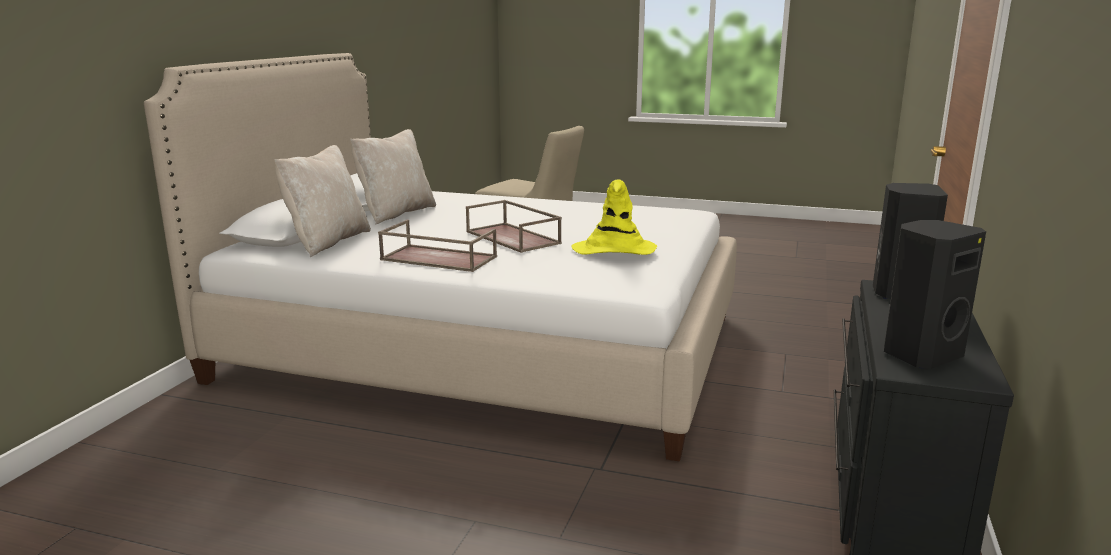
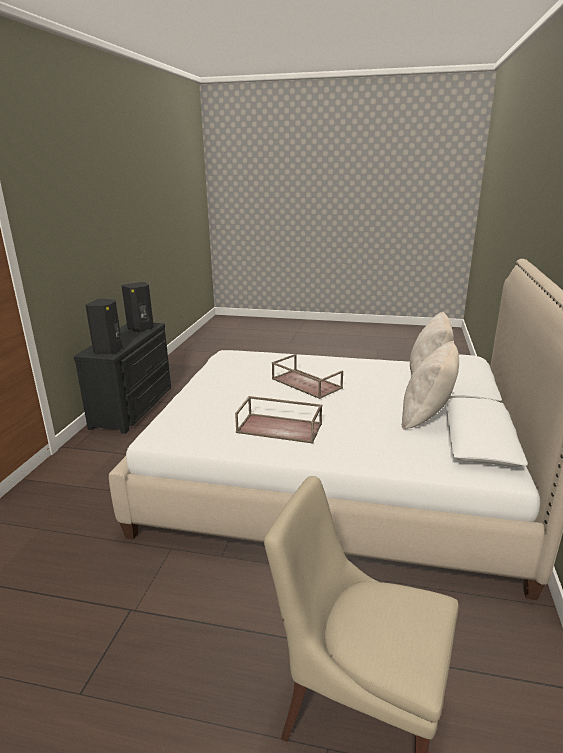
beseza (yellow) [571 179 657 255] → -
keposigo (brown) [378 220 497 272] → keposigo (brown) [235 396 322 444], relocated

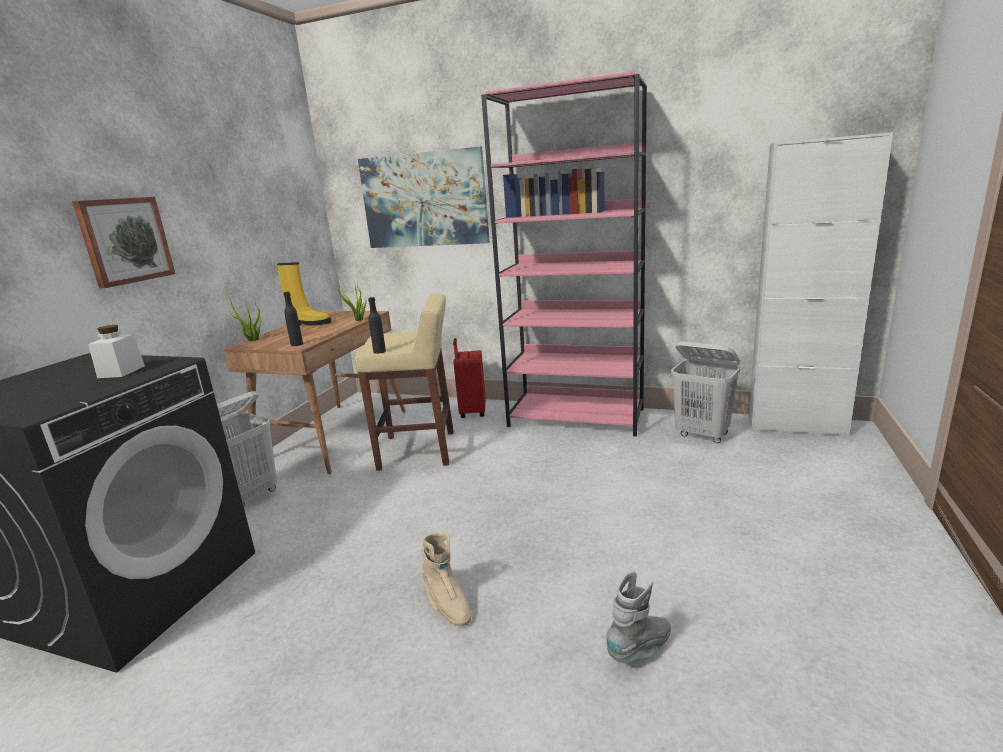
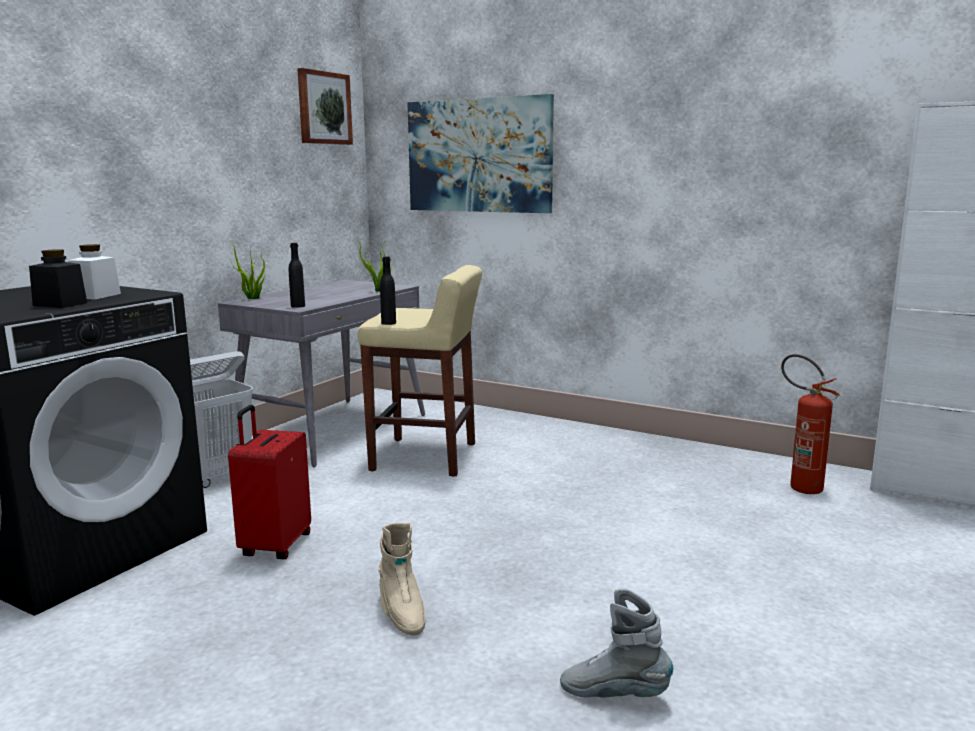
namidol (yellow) [277 262 331 326] → -
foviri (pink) [481 71 647 436] → -
- → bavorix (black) [29 249 87 308]
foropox [72 197 175 288] → foropox [297 68 353 145], relocated
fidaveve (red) [453 338 486 418] → fidaveve (red) [228 405 311 559], relocated
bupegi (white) [671 342 740 443] → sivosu [781 354 840 494]
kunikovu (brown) [224 311 406 474] → kunikovu (grey) [218 280 425 467]
namidol (grey) [605 571 671 663] → namidol (grey) [560 588 673 698], 135 degrees counterclockwise

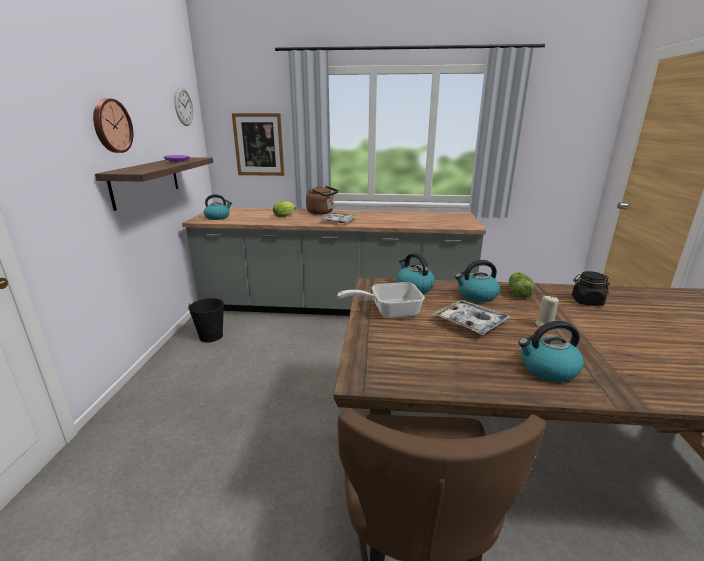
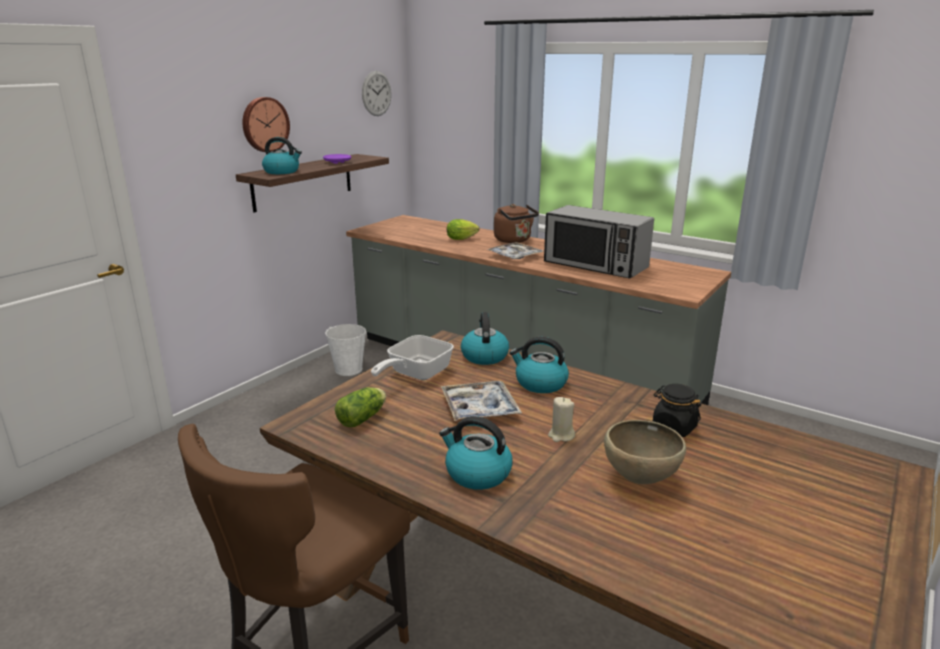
foropox [232 113 284 176] → -
- → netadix [544 205 654 279]
- → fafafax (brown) [604 420 686 484]
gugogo [204 194 232 220] → gugogo [262 137 302 174], relocated
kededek [509 272 535 299] → kededek [335 387 386 427], relocated
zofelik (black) [188 298 224 342] → zofelik (white) [325 324 366 376]
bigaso [337 282 425 318] → bigaso [371 335 454 380], 75 degrees counterclockwise

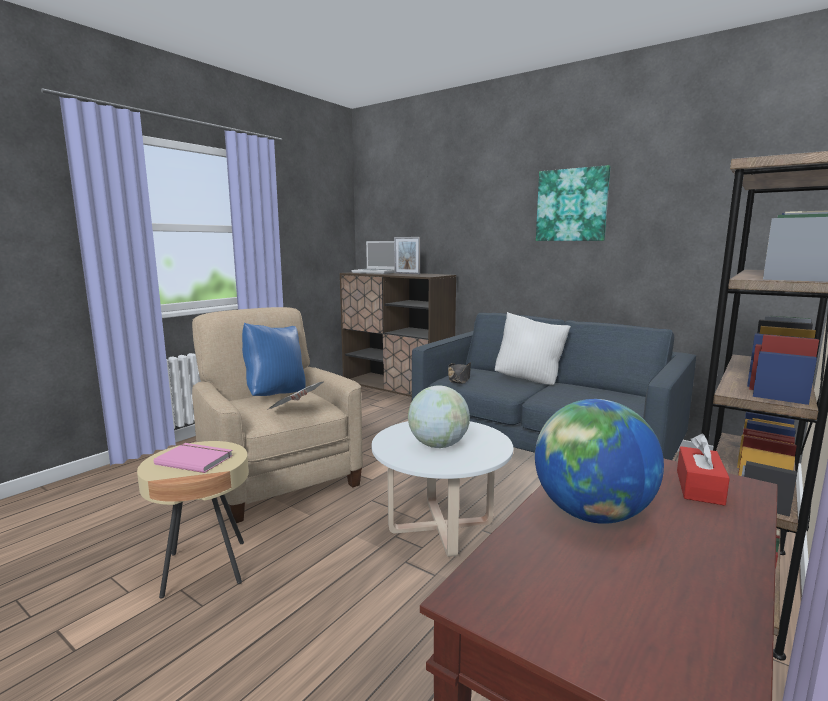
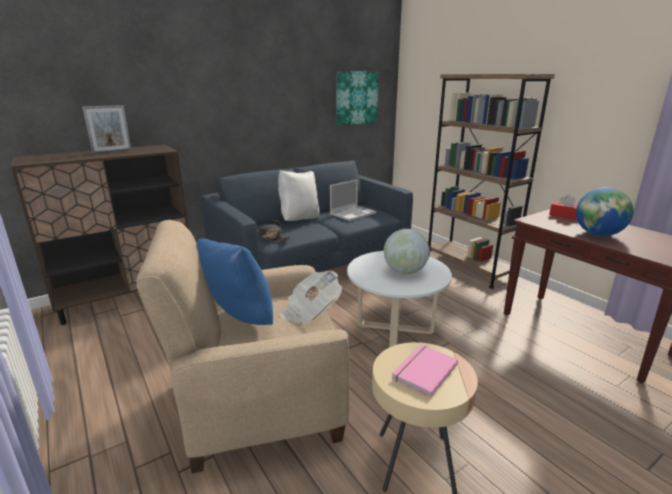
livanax [352 241 395 274] → livanax [330 179 376 221], relocated
foropox [536 165 610 241] → foropox [337 71 379 125], relocated

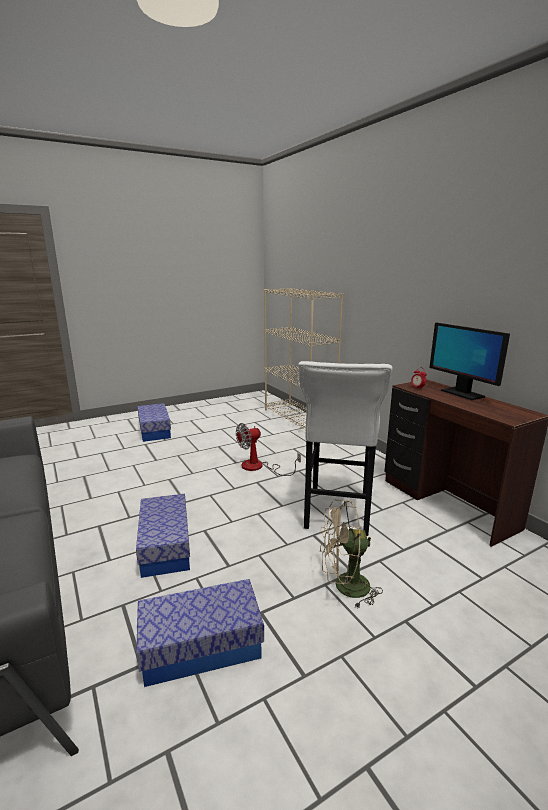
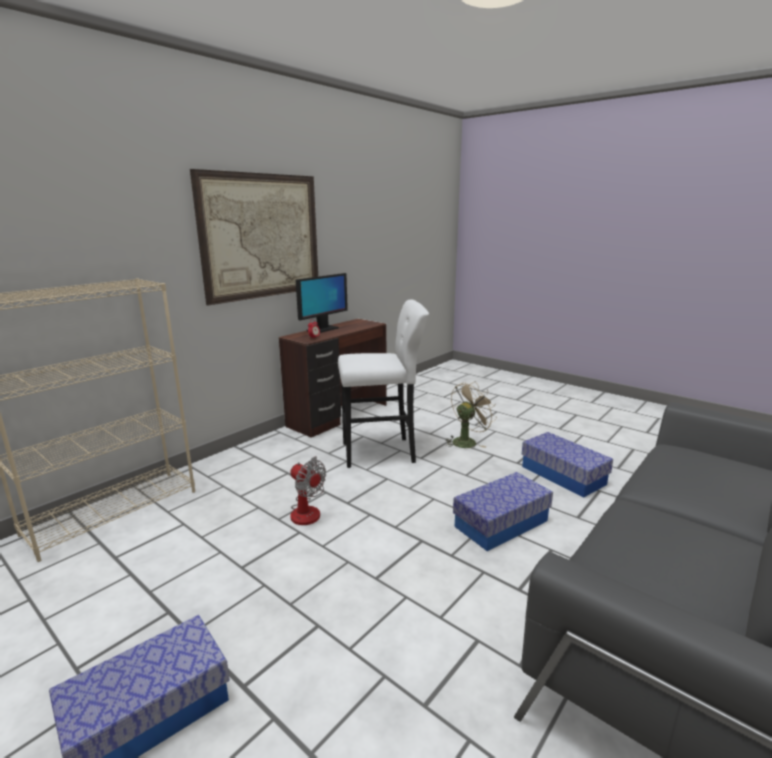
- → foropox [190 169 318 306]
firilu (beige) [319 500 383 609] → firilu (beige) [445 381 497 448], 105 degrees counterclockwise

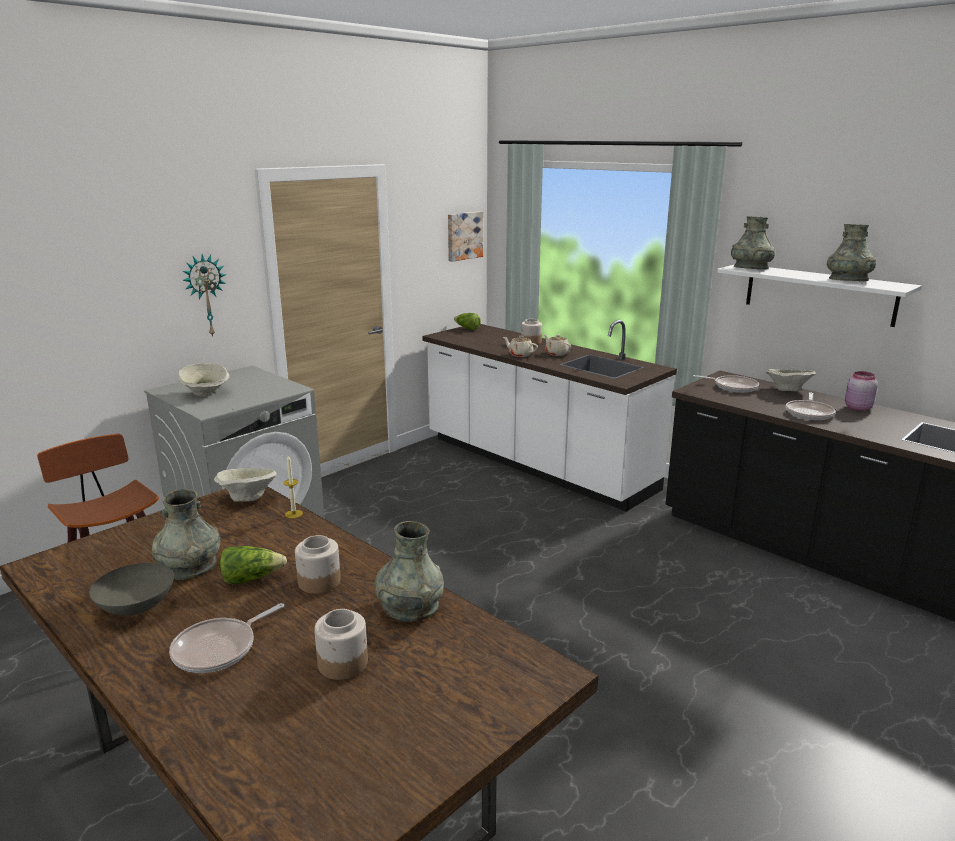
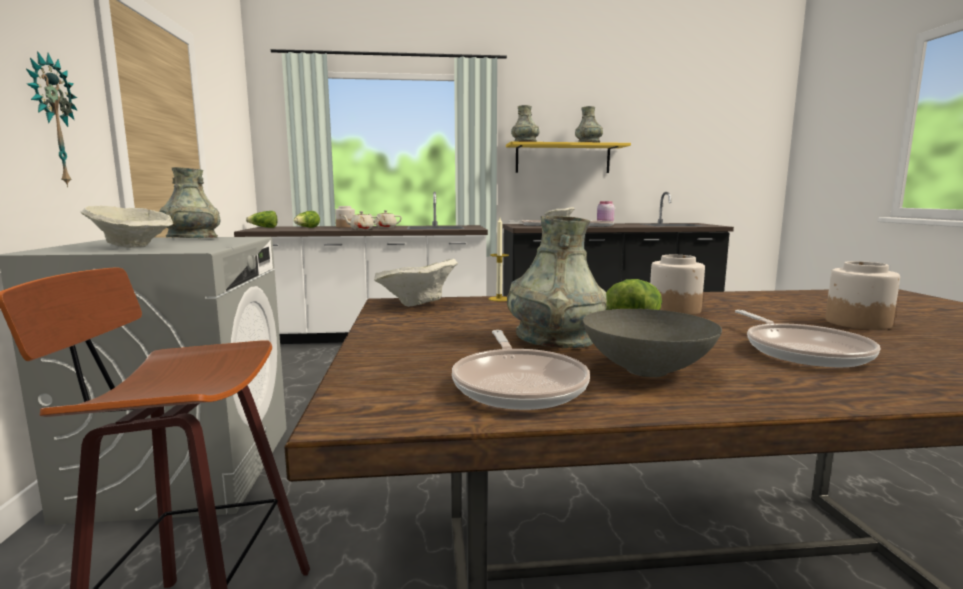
foropox [448 211 483 262] → -
- → kededek [293 211 320 228]
- → bigaso [452 330 590 410]
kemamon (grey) [375 521 444 622] → kemamon (grey) [159 167 221 238], relocated
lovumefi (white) [717 264 922 327] → lovumefi (yellow) [506 142 631 173]

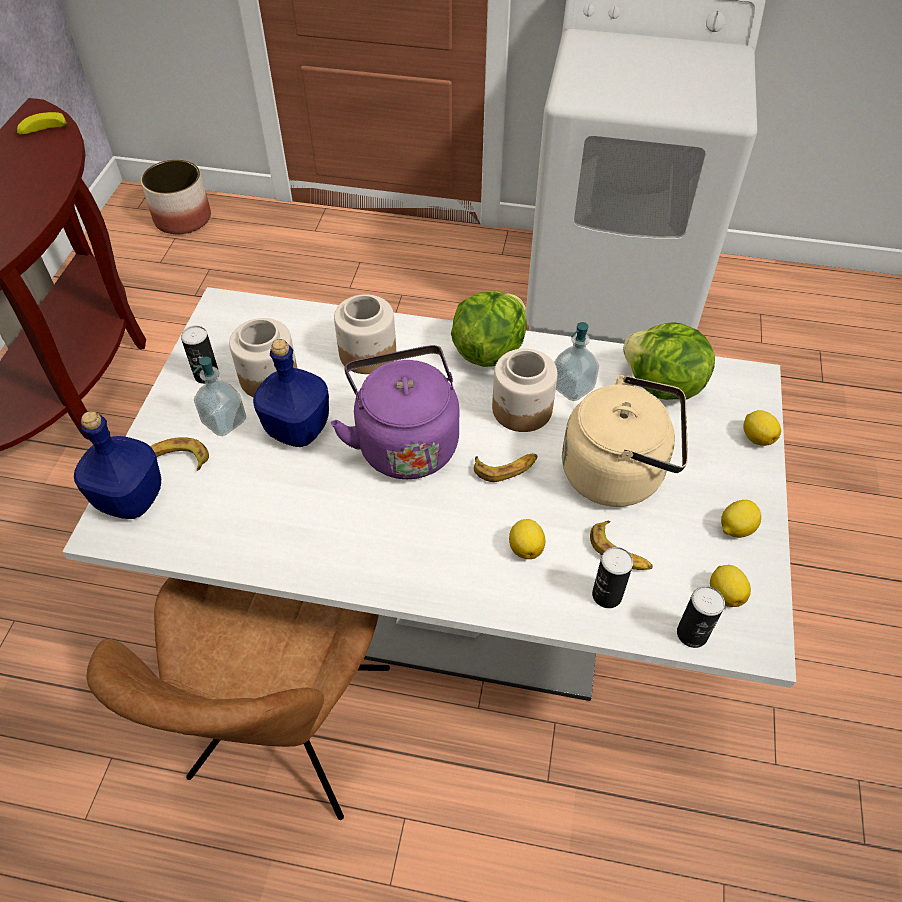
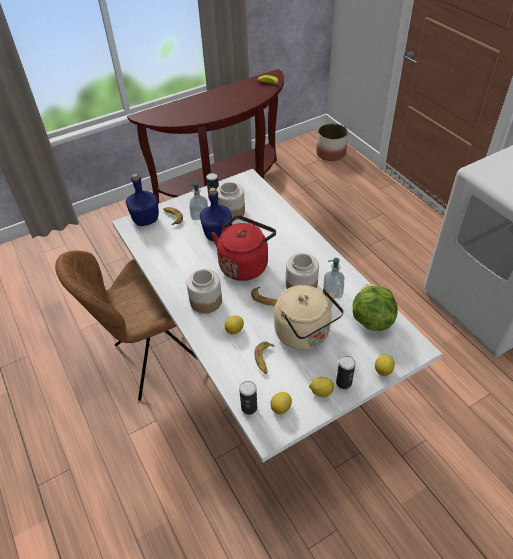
kededek [451 291 527 367] → -
bavorix [334 294 396 374] → bavorix [186 269 222 314], relocated
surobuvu [592 547 633 608] → surobuvu [336 356 356 389], relocated
gugogo (purple) [331 345 459 479] → gugogo (red) [211 215 276 281]

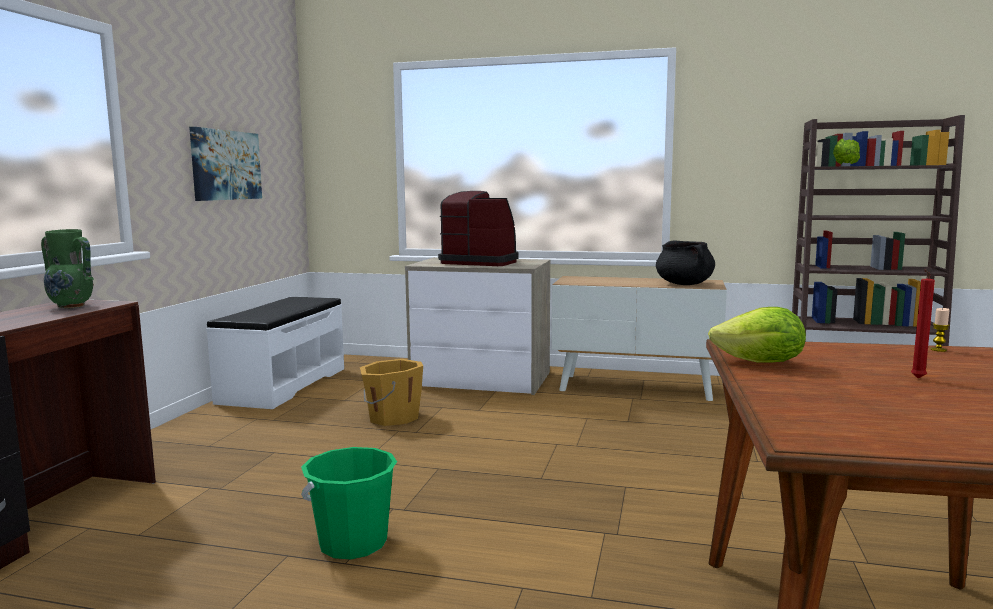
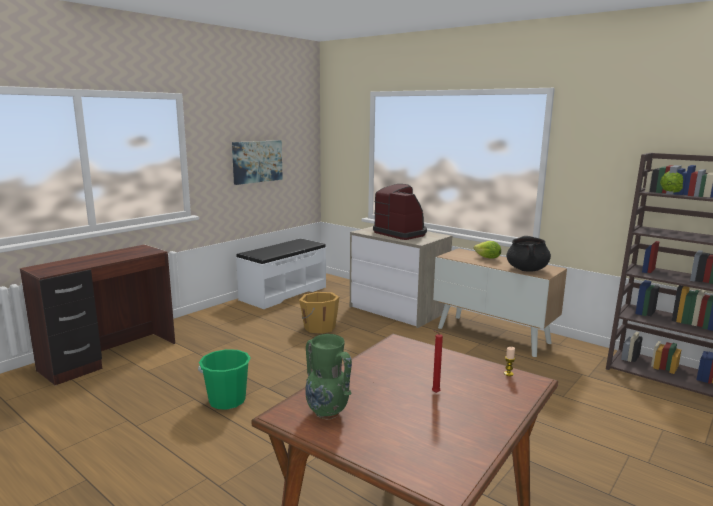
kemamon (green) [41 229 94 309] → kemamon (green) [305 334 352 419], relocated
kededek [708 307 806 362] → kededek [474 241 501 259], relocated

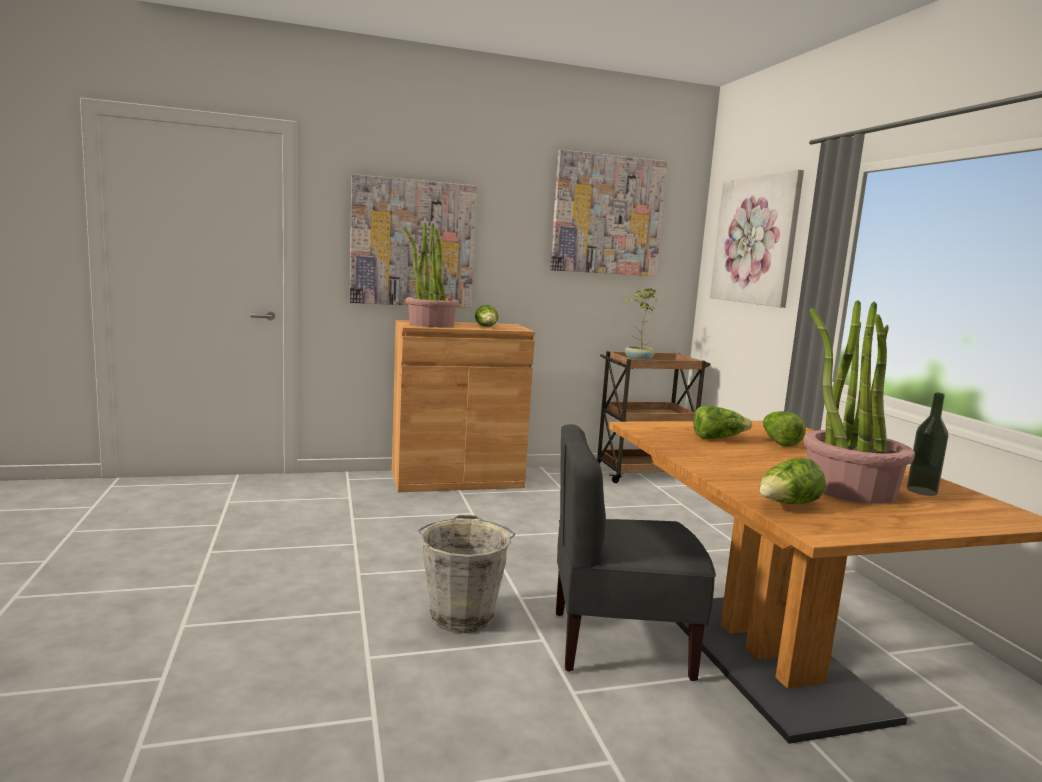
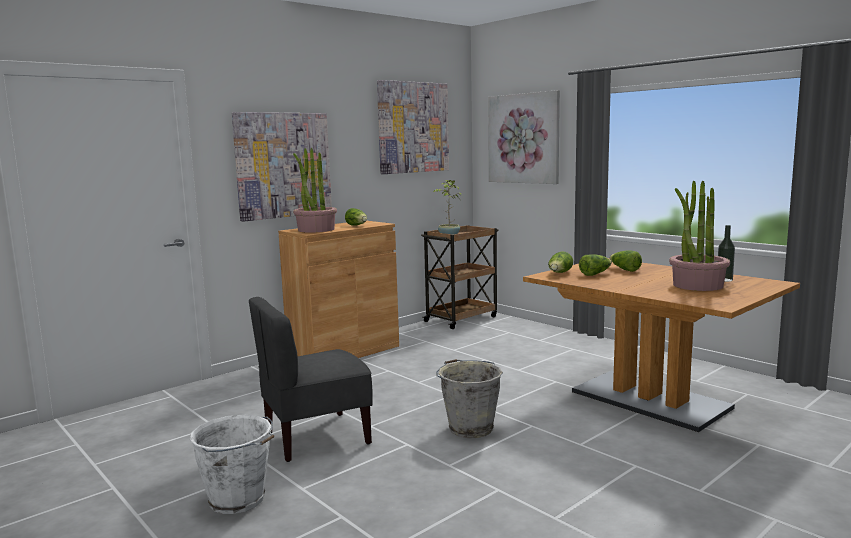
- → zofelik (white) [190 415 274 514]
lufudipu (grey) [556 424 716 681] → lufudipu (grey) [249 297 373 462], relocated
kededek [760 458 826 504] → kededek [548 251 573 273], relocated

